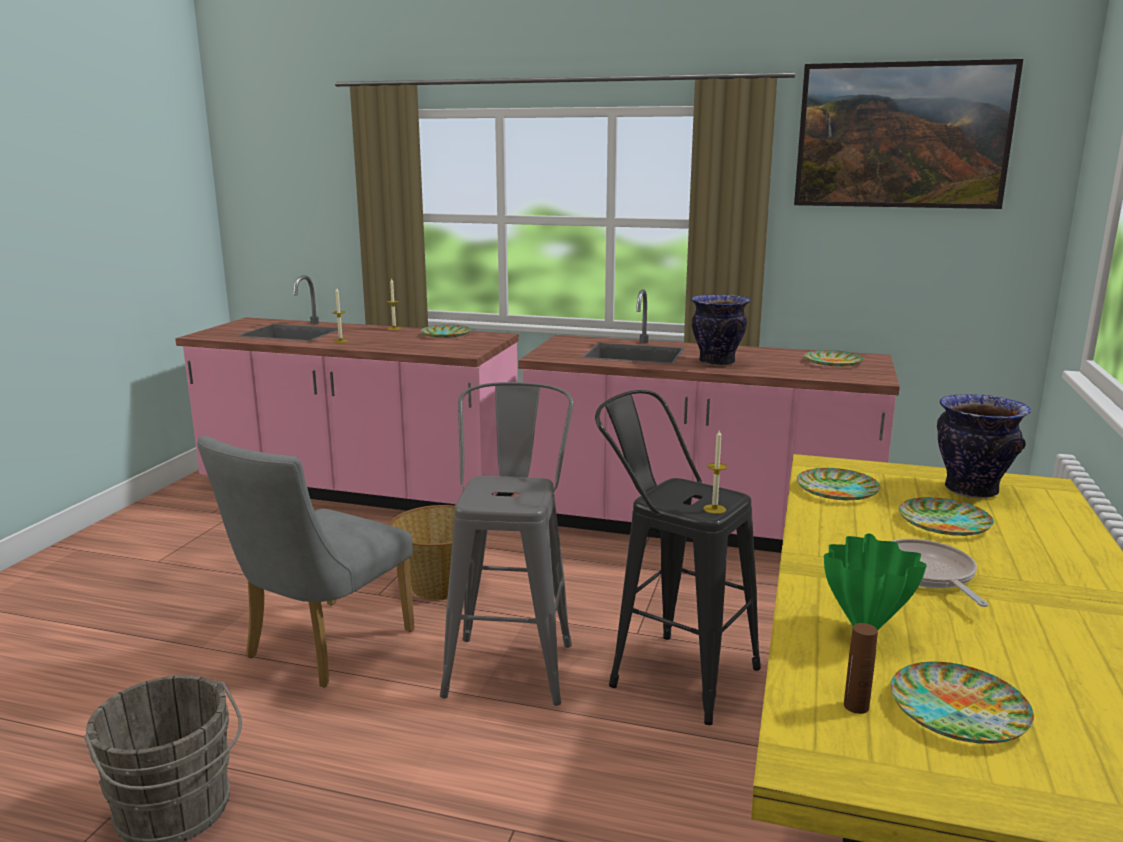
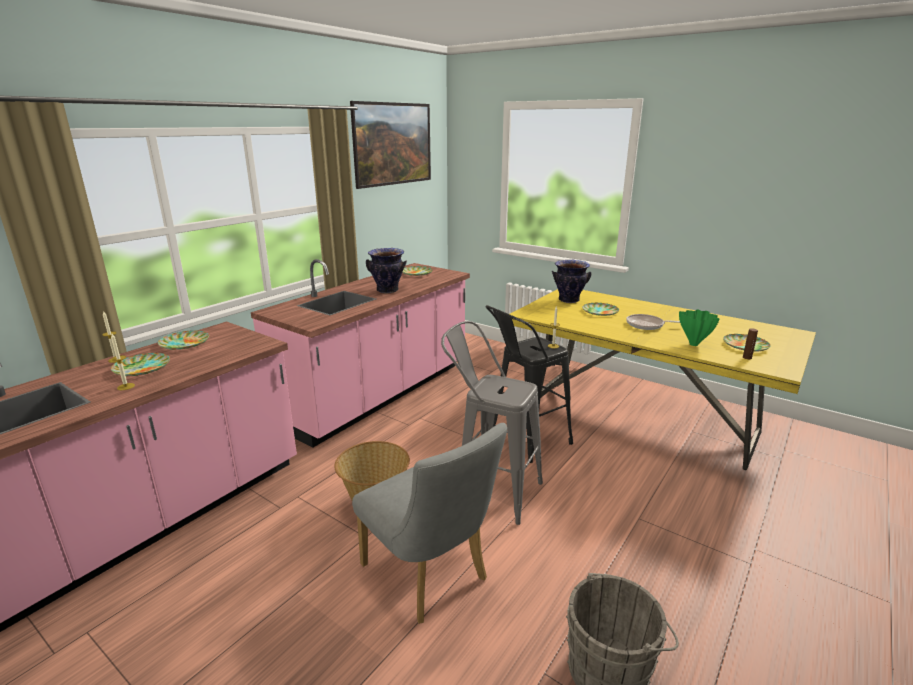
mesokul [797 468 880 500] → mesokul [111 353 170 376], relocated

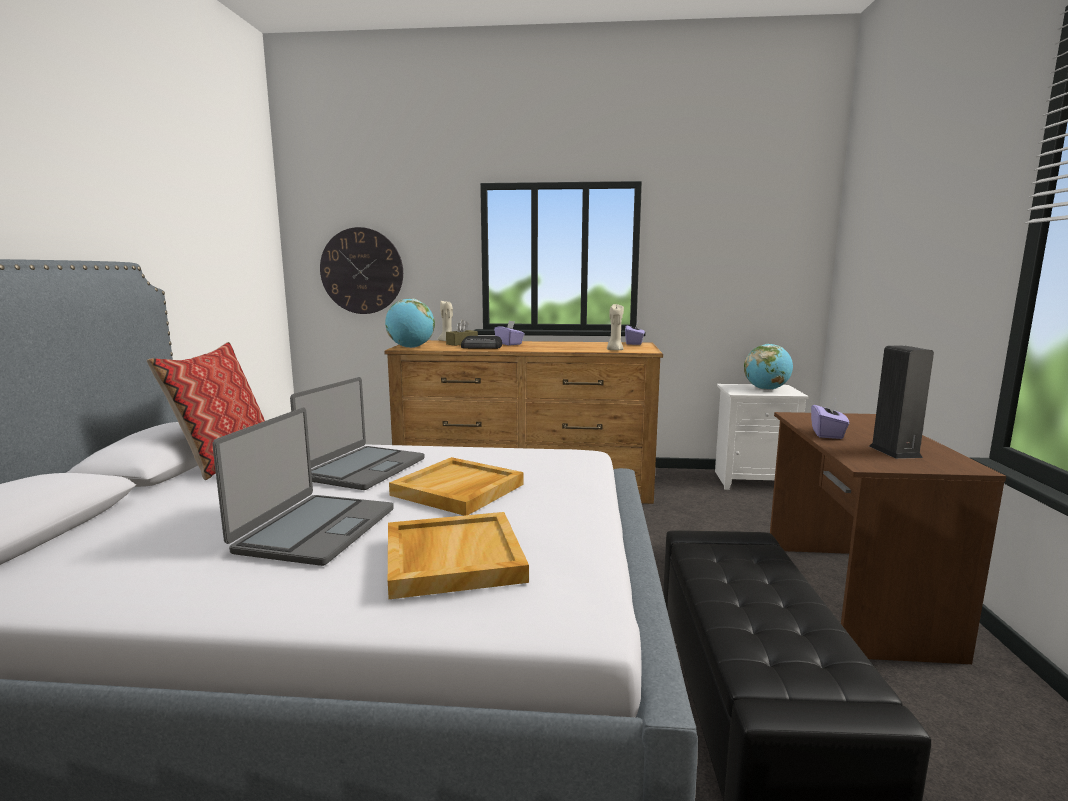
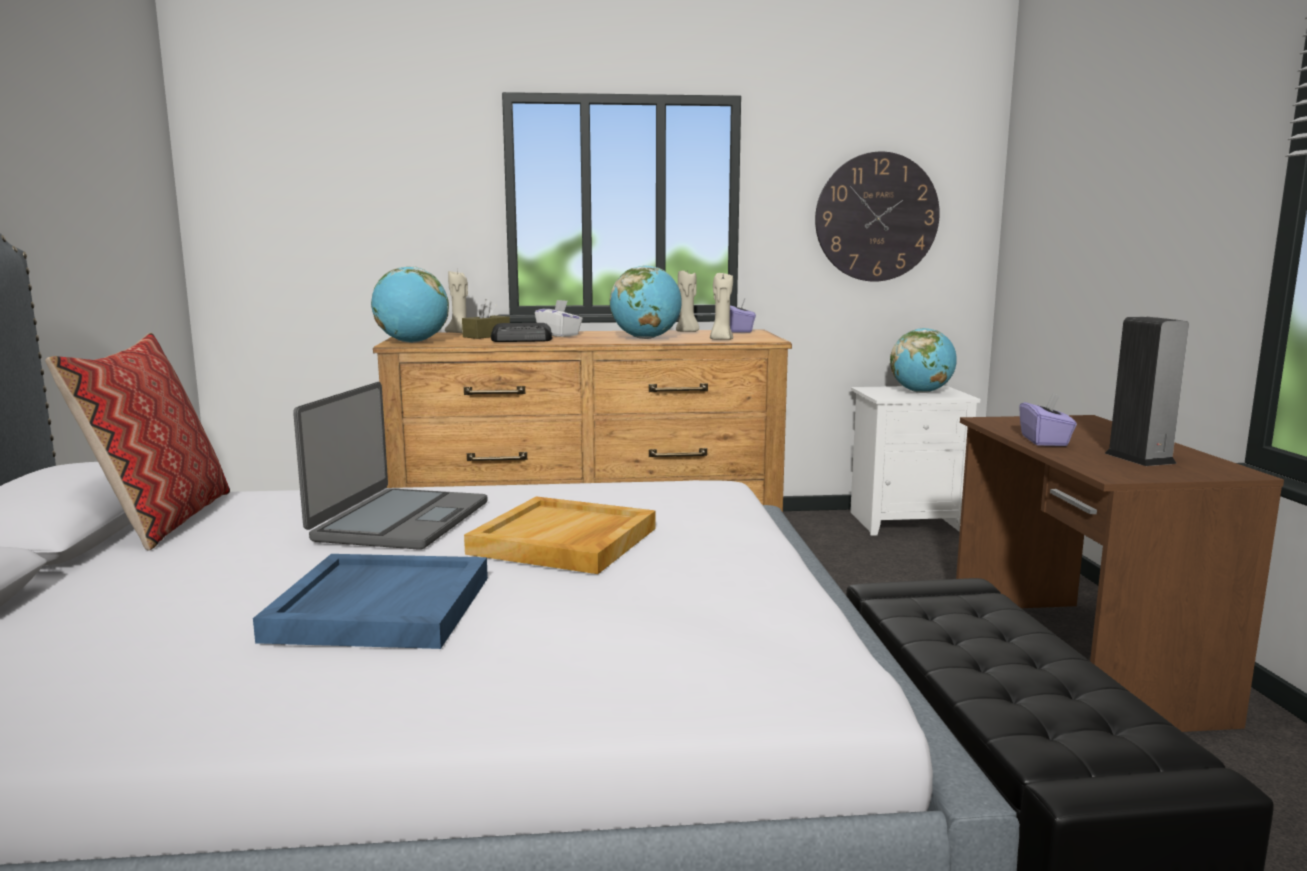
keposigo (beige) [388 512 529 599] → -
- → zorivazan [610 265 682 339]
- → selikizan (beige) [676 271 699 332]
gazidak [320 227 403 314] → gazidak [815 152 940 282], relocated
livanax [212 408 394 566] → keposigo (blue) [253 554 488 649]
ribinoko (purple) [494 321 525 345] → ribinoko (white) [535 300 583 337]

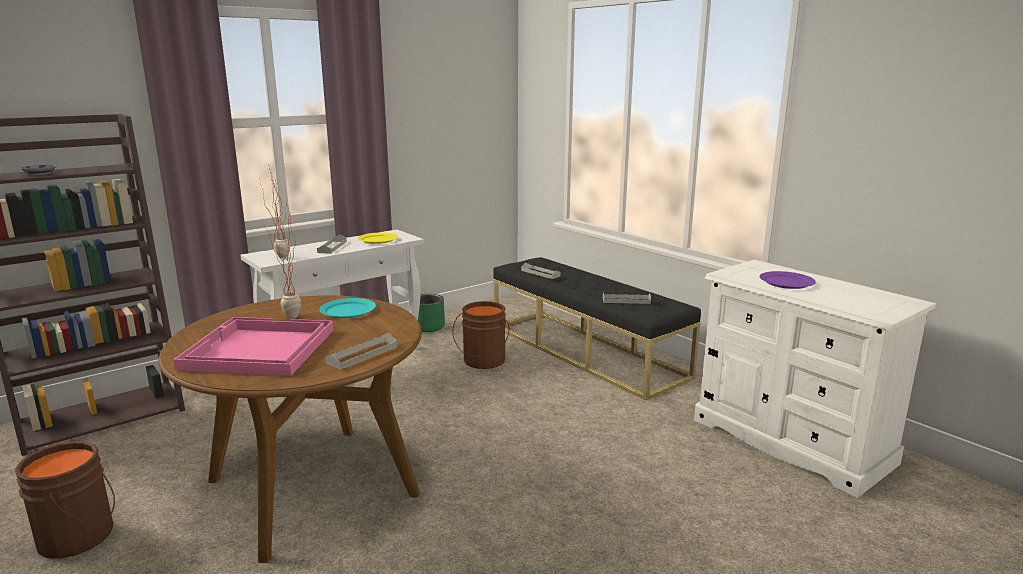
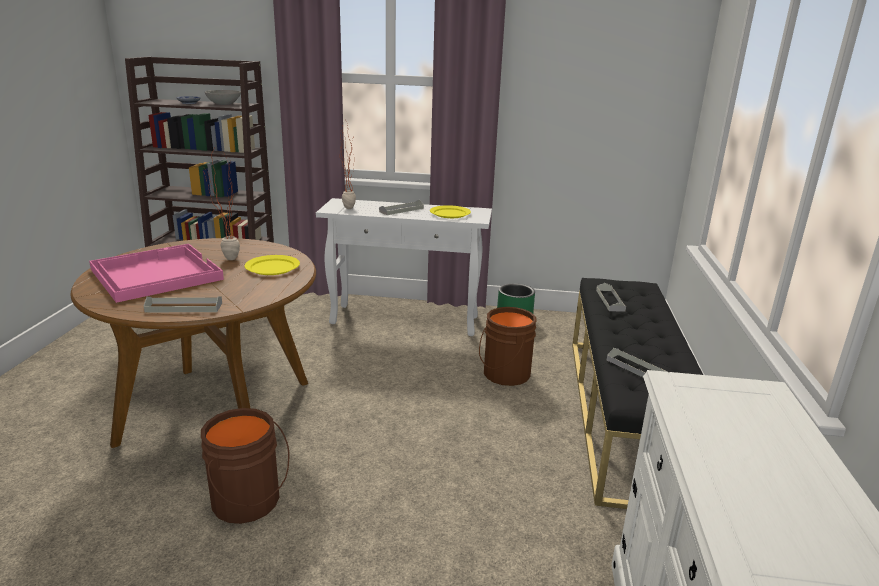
mesokul (purple) [759 271 816 289] → -
- → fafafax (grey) [205 90 241 105]
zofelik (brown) [15 441 115 559] → zofelik (brown) [201 408 289 524], relocated
mesokul (turquoise) [319 298 376 318] → mesokul (yellow) [244 255 300 275]

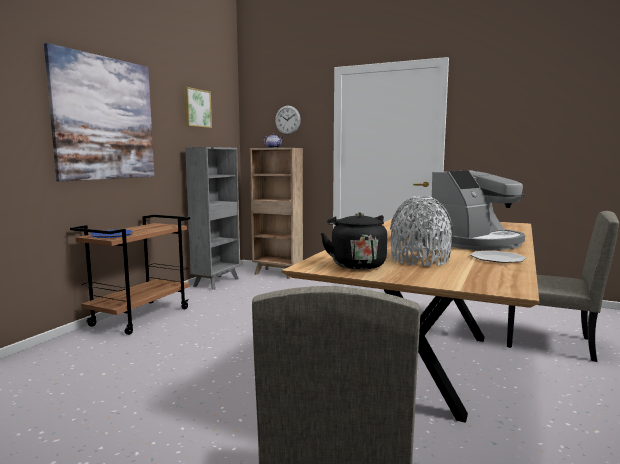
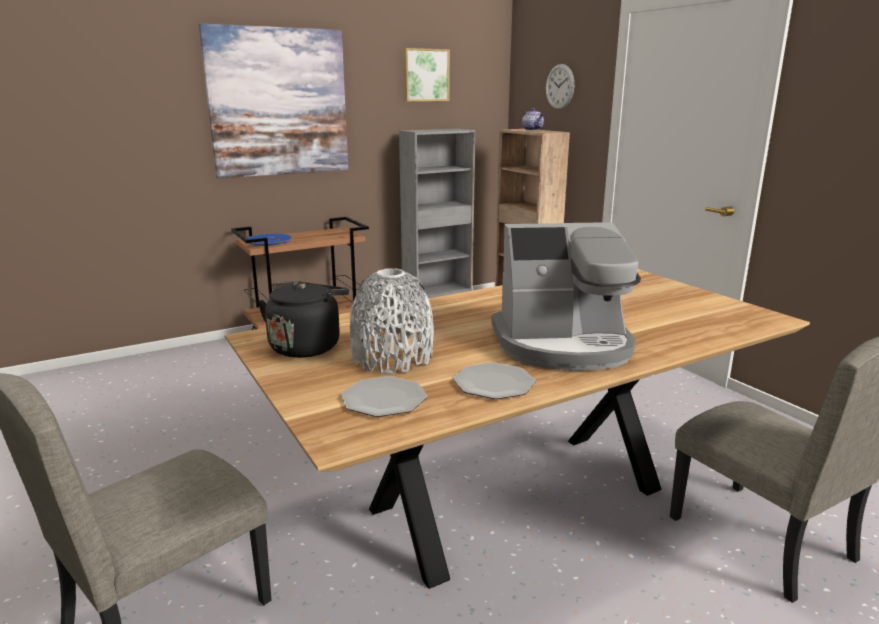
- → mesokul [341 376 427 417]

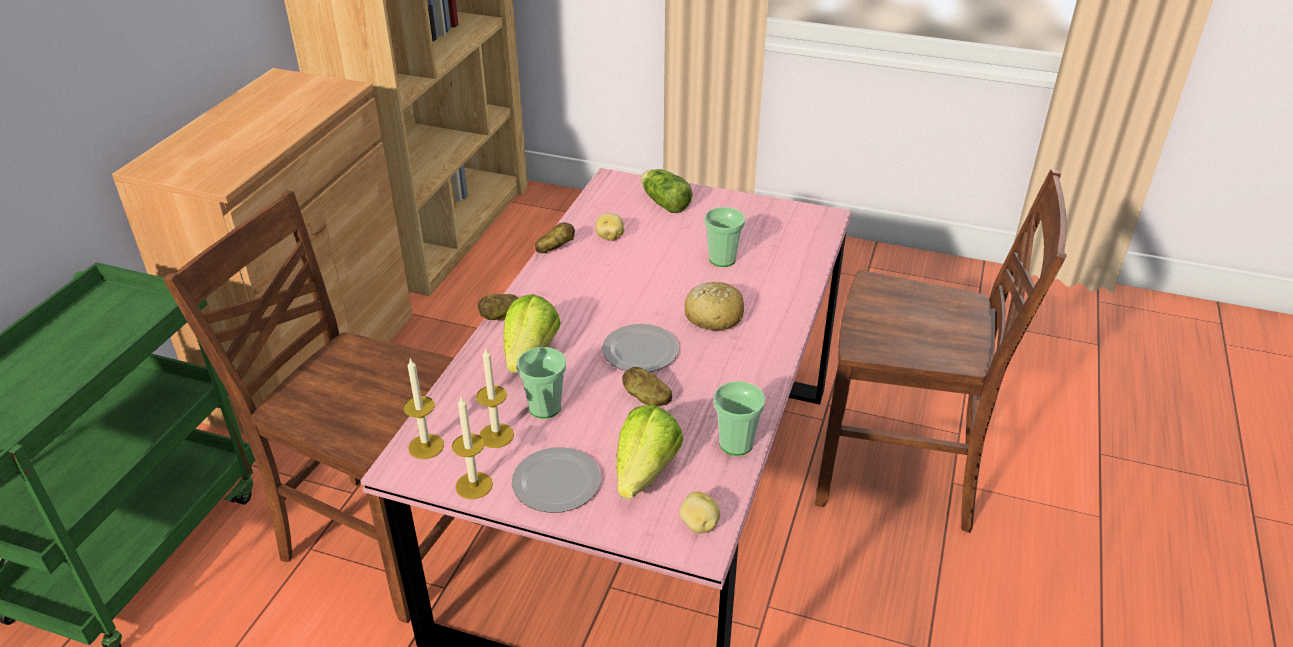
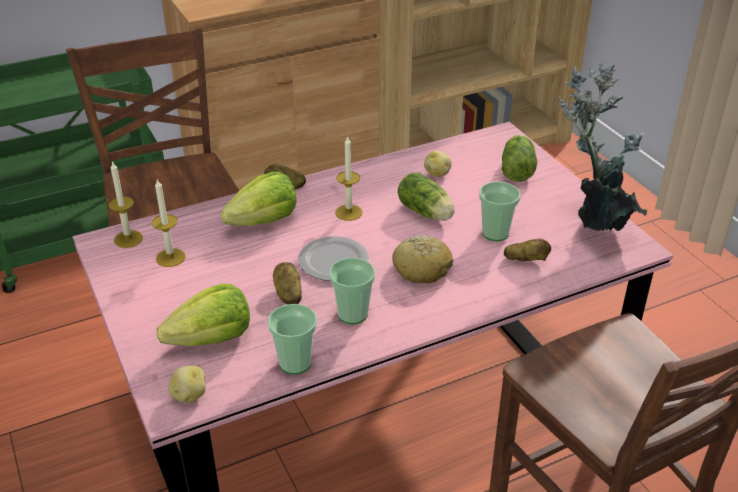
mesokul [512 447 601 513] → -
- → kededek [398 172 454 221]
- → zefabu [559 62 647 231]
selikizan [452 397 493 499] → selikizan [335 136 362 221], relocated
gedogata [517 347 566 418] → gedogata [329 258 375 324], relocated
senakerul [535 222 575 253] → senakerul [504 239 551 261], relocated

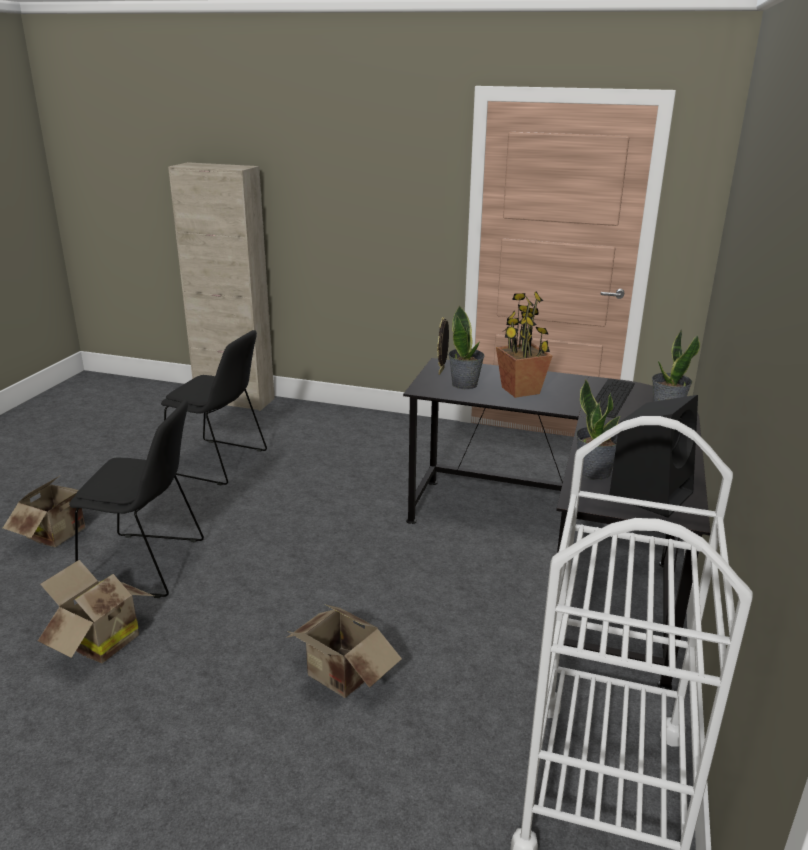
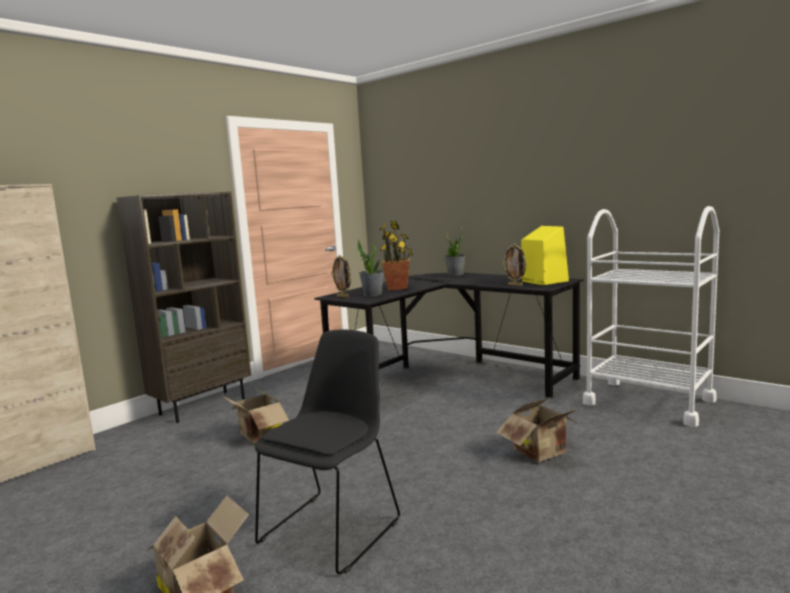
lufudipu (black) [161 330 267 485] → -
- → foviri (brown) [117 192 251 423]
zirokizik [38 560 154 664] → zirokizik [221 387 289 443], relocated
zefabu [576 379 620 480] → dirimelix [503 244 527 286]
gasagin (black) [609 395 698 518] → gasagin (yellow) [521 226 569 285]

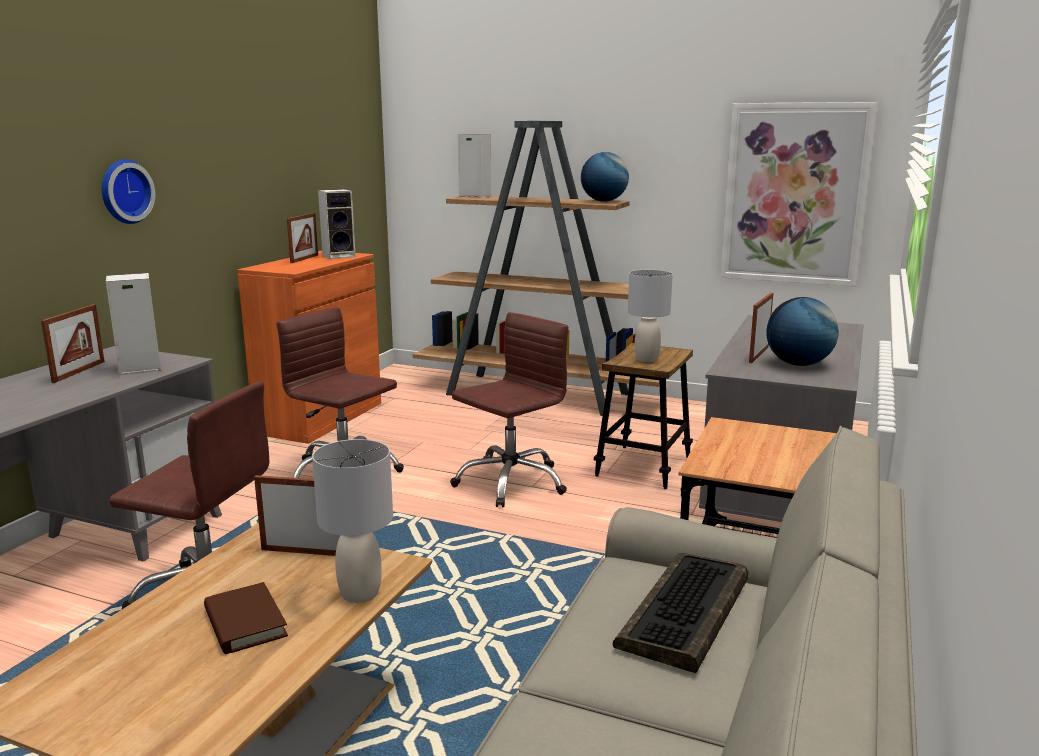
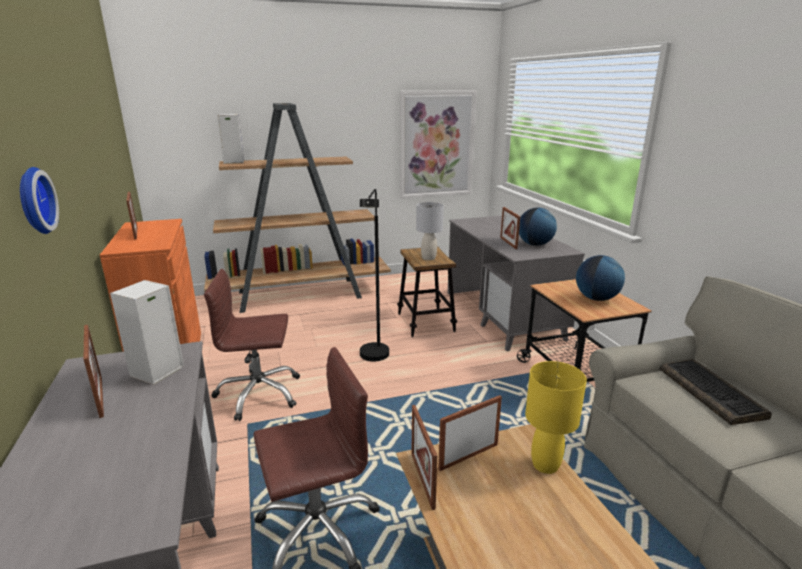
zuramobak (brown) [204 582 288 654] → -
gasagin [318 189 356 259] → -
- → dirimelix [412 405 437 510]
zorivazan [581 152 629 202] → zorivazan [576 255 625 301], relocated
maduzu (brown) [450 312 569 508] → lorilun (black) [360 189 389 361]
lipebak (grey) [312 439 393 603] → lipebak (yellow) [525 361 587 474]

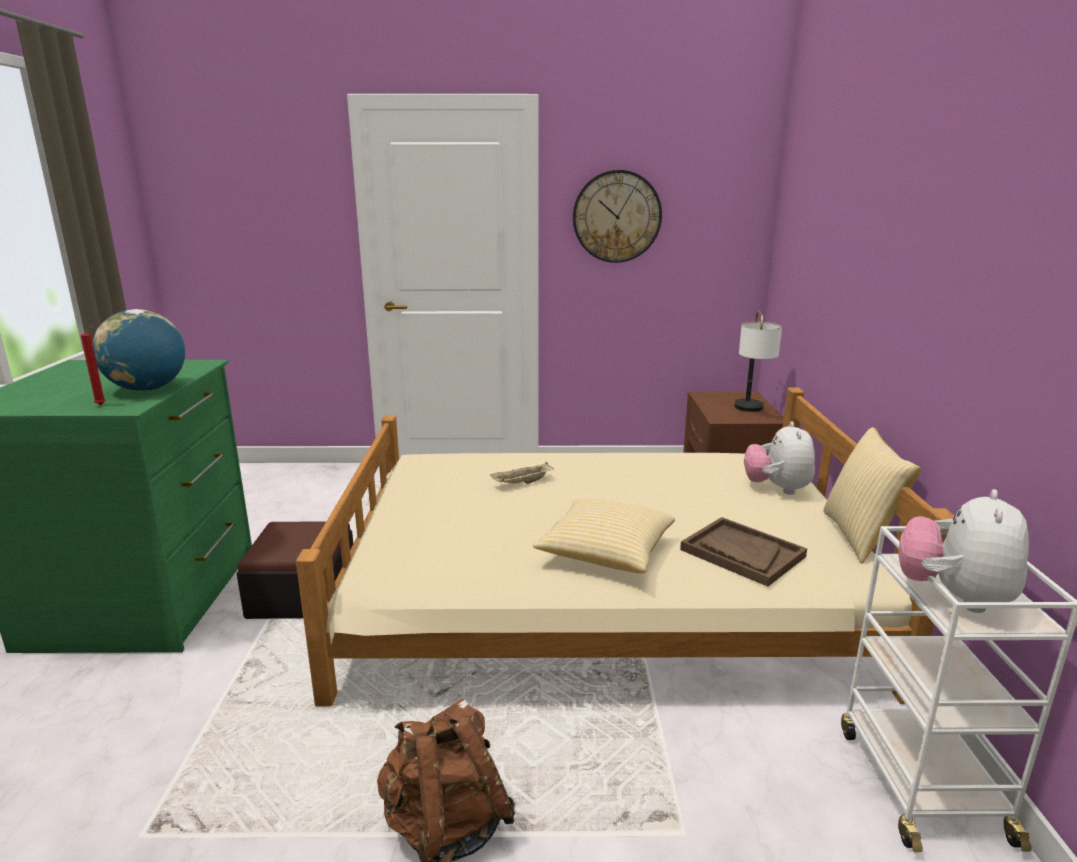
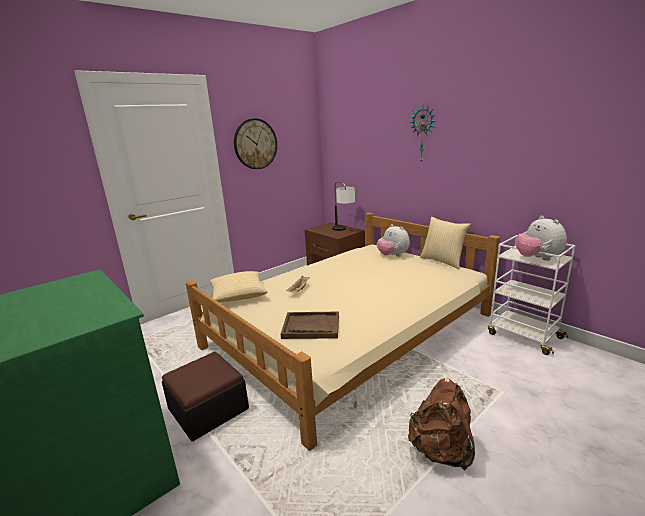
selikizan (red) [80 325 106 405] → -
zorivazan [92 309 185 391] → -
- → gazidak [411 105 436 162]
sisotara [533 498 675 573] → sisotara [210 271 267 302], relocated
keposigo (brown) [680 517 807 587] → keposigo (brown) [281 312 339 339], relocated

